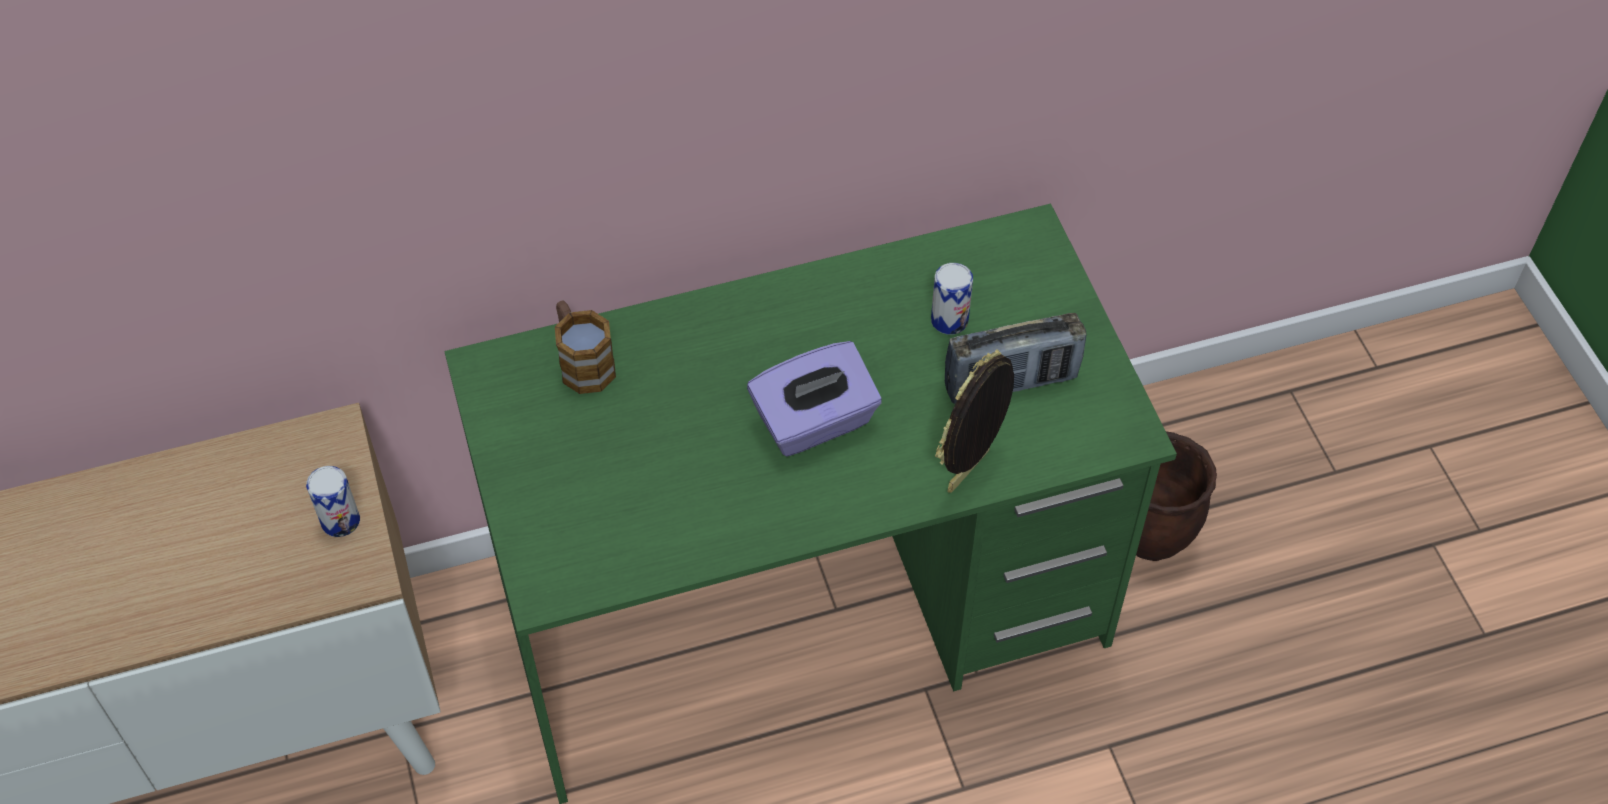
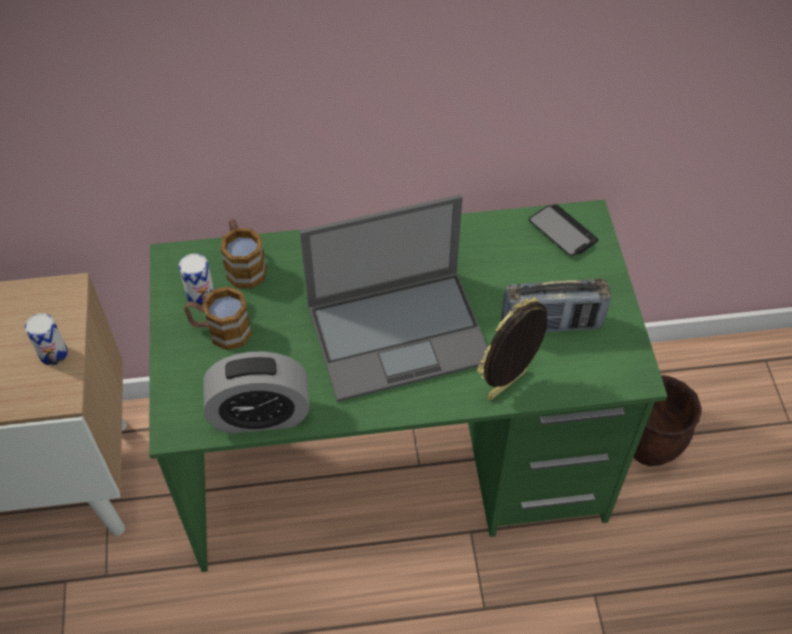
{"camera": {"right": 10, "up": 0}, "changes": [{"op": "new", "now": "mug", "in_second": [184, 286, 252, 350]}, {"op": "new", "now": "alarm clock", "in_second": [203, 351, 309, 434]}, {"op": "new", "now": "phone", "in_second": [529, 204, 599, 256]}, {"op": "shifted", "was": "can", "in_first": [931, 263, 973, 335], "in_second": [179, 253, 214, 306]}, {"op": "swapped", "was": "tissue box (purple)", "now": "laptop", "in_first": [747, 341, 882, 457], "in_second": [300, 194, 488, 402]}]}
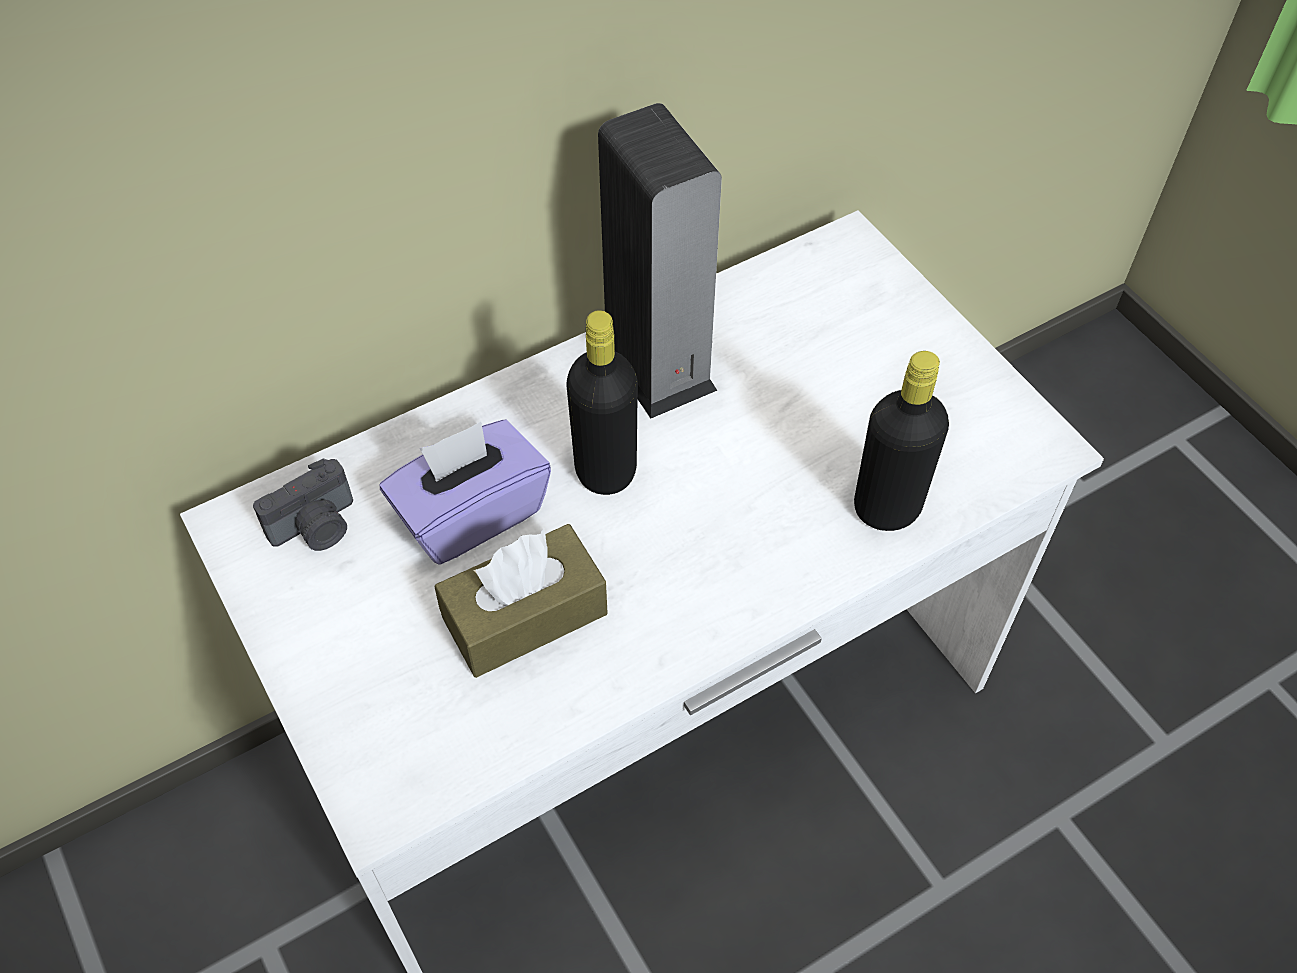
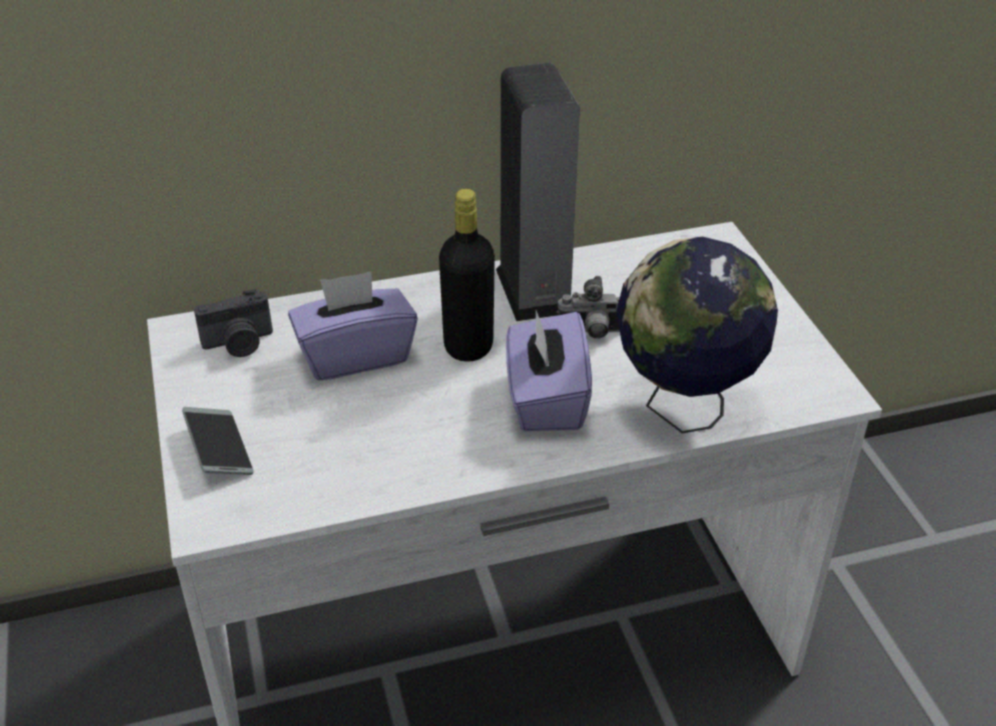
{"camera": {"right": 15, "up": -15}, "changes": [{"op": "gone", "was": "tissue box (brown)", "in_first": [434, 524, 608, 678]}, {"op": "new", "now": "phone", "in_second": [182, 407, 254, 475]}, {"op": "new", "now": "tissue box (purple)", "in_second": [506, 310, 592, 431]}, {"op": "new", "now": "photo camera", "in_second": [557, 276, 620, 339]}, {"op": "swapped", "was": "bottle (black)", "now": "globe", "in_first": [854, 351, 949, 531], "in_second": [616, 237, 778, 433]}]}
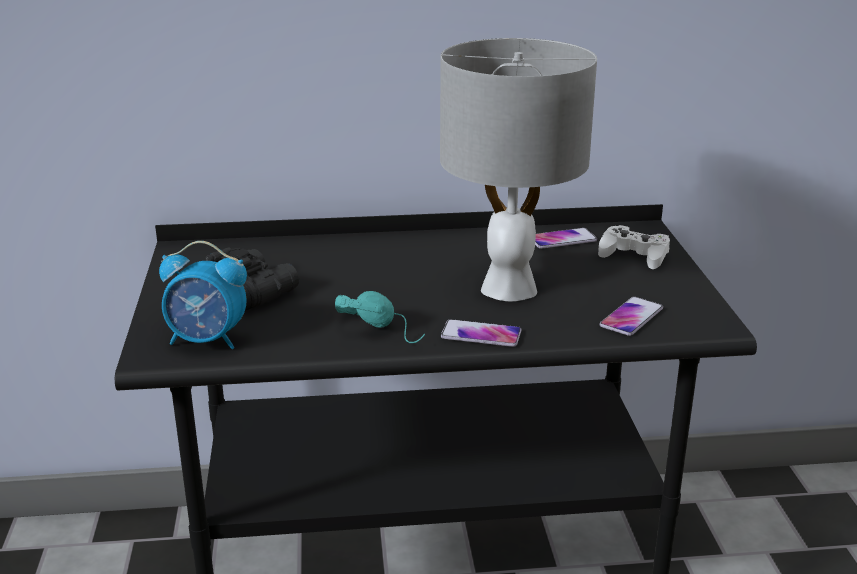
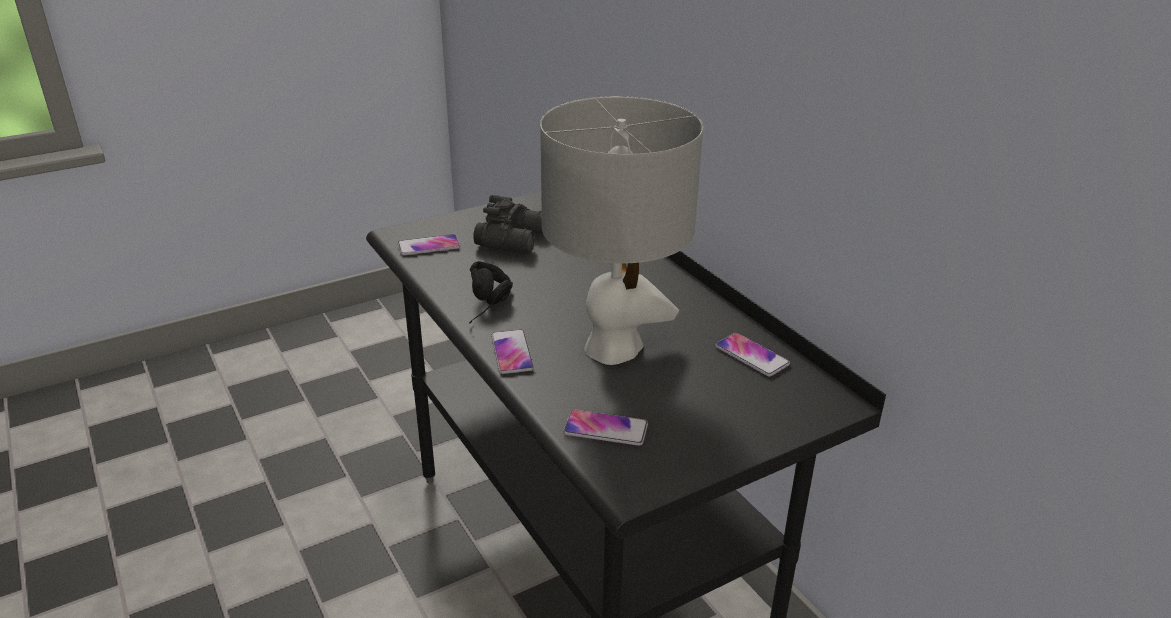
{"camera": {"right": 65, "up": 5}, "changes": [{"op": "gone", "was": "game controller (white)", "in_first": [598, 225, 670, 269]}, {"op": "swapped", "was": "alarm clock", "now": "phone", "in_first": [159, 241, 247, 349], "in_second": [398, 234, 460, 255]}, {"op": "repainted", "was": "headphones (turquoise)", "now": "headphones (black)", "in_first": [335, 291, 425, 343], "in_second": [469, 261, 513, 324]}]}
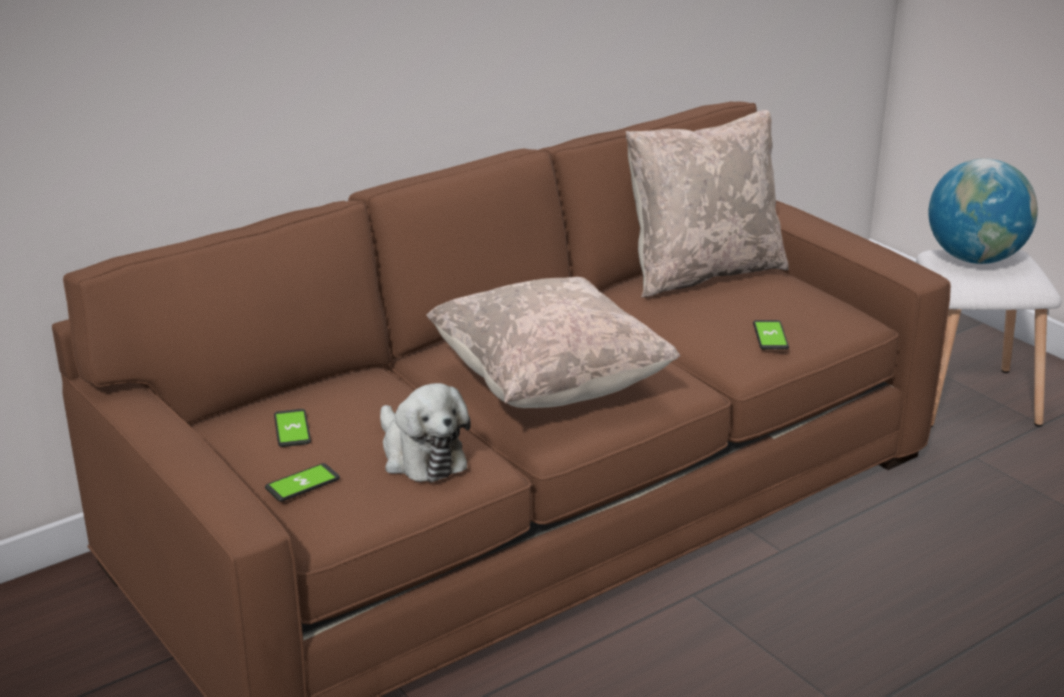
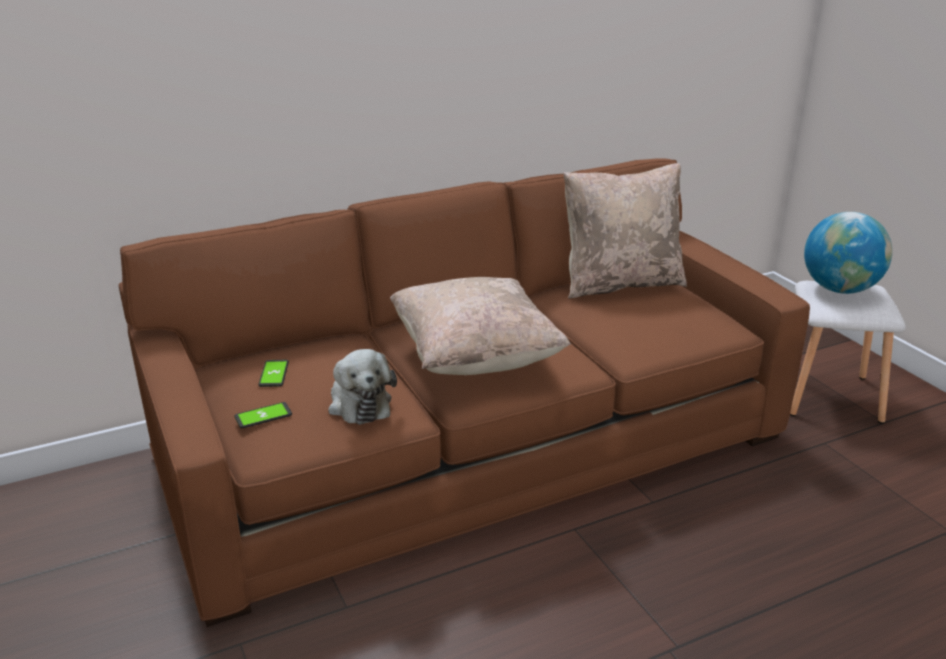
{"camera": {"right": 10, "up": 0}, "changes": [{"op": "gone", "was": "phone", "in_first": [753, 320, 789, 350]}]}
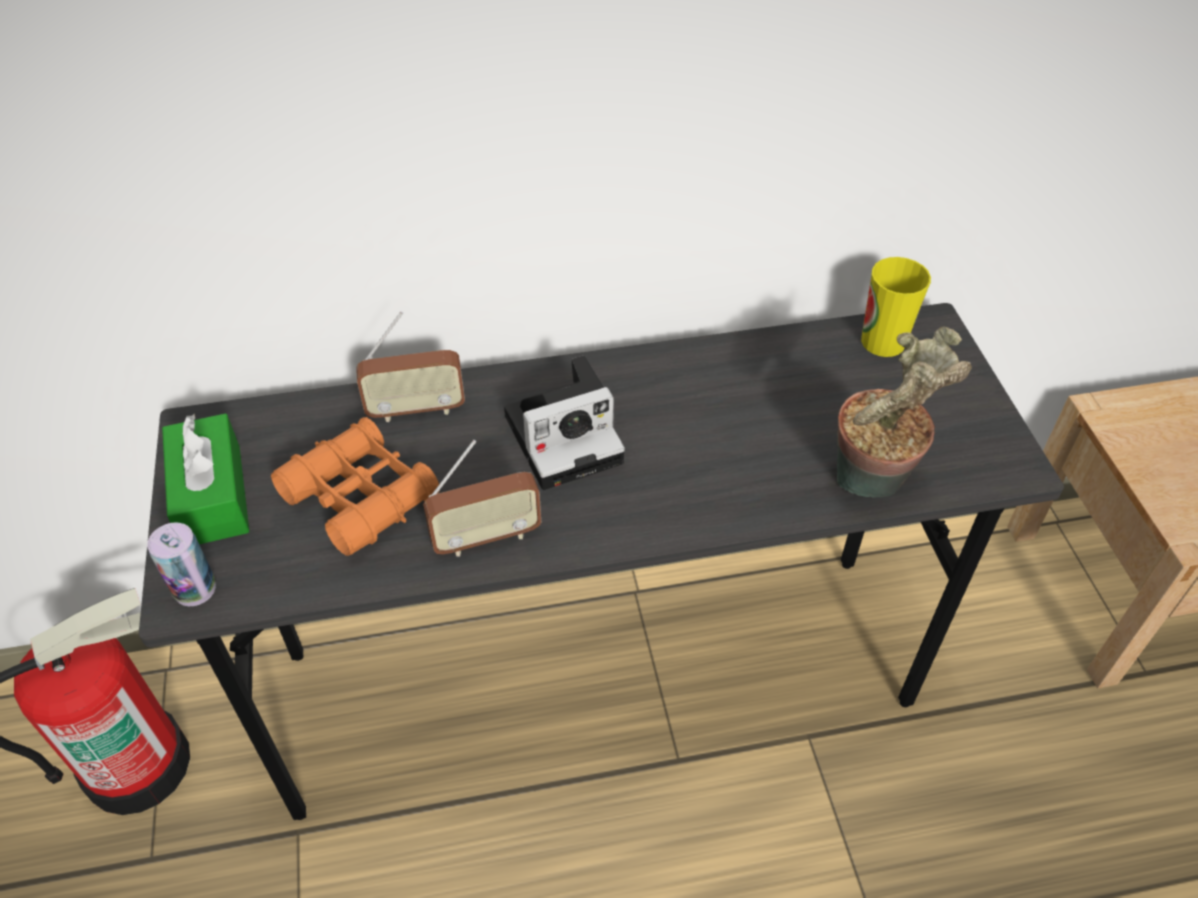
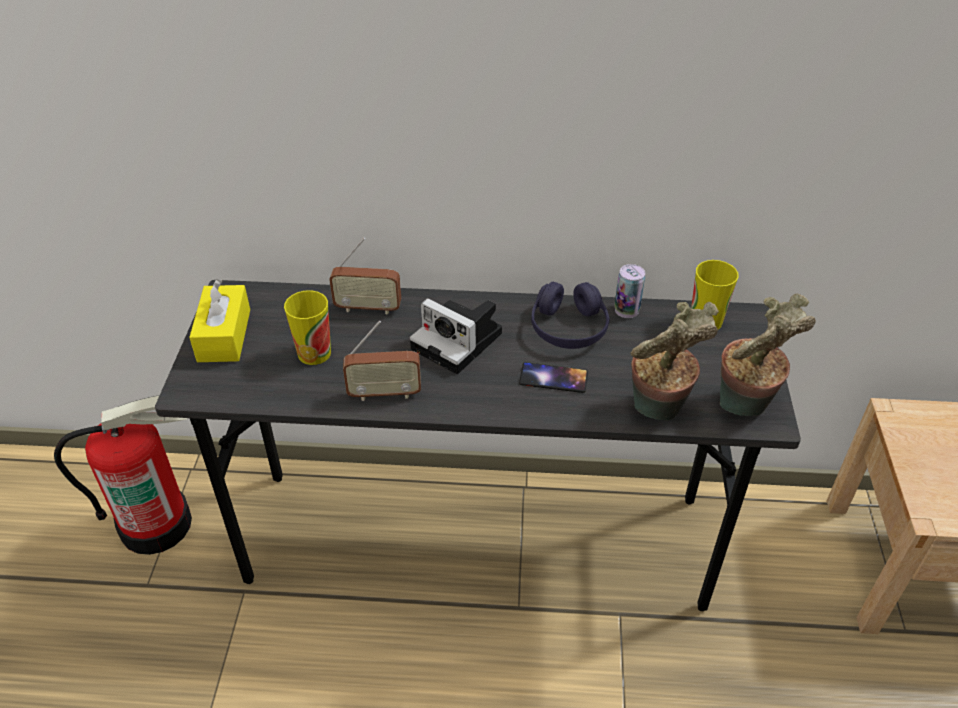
{"camera": {"right": 15, "up": -5}, "changes": [{"op": "new", "now": "phone", "in_second": [519, 362, 588, 393]}, {"op": "new", "now": "headphones (purple)", "in_second": [531, 282, 610, 349]}, {"op": "new", "now": "potted plant", "in_second": [720, 294, 816, 416]}, {"op": "shifted", "was": "can", "in_first": [147, 523, 216, 606], "in_second": [614, 264, 645, 318]}, {"op": "swapped", "was": "binoculars (orange)", "now": "cup", "in_first": [271, 417, 440, 556], "in_second": [284, 290, 331, 365]}, {"op": "repainted", "was": "tissue box (green)", "now": "tissue box (yellow)", "in_first": [162, 414, 249, 544], "in_second": [189, 279, 250, 362]}, {"op": "rotated", "was": "photo camera", "in_first": [504, 356, 625, 490], "in_second": [410, 298, 502, 374], "clockwise": 45}]}
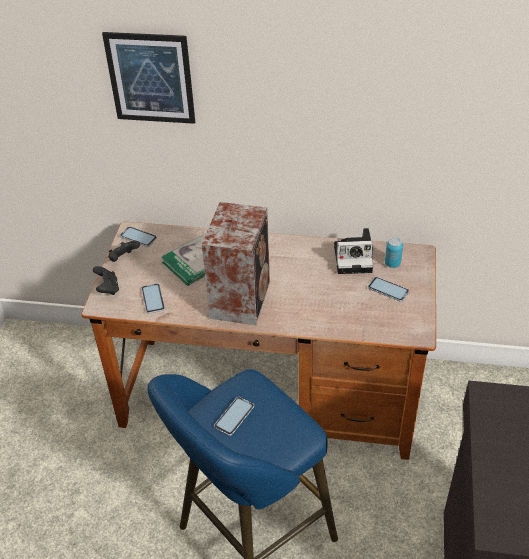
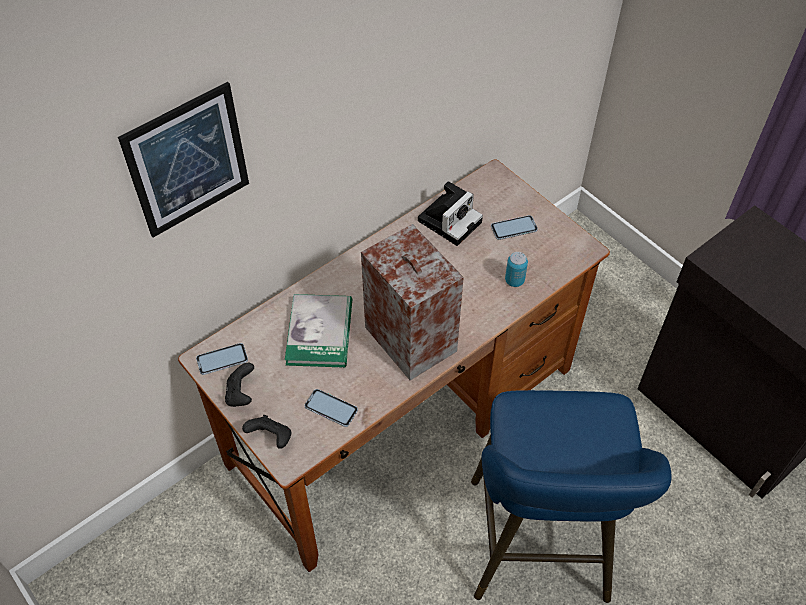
{"camera": {"right": -50, "up": 10}, "changes": [{"op": "gone", "was": "phone", "in_first": [214, 397, 254, 436]}, {"op": "shifted", "was": "can", "in_first": [385, 237, 403, 268], "in_second": [505, 252, 528, 287]}]}
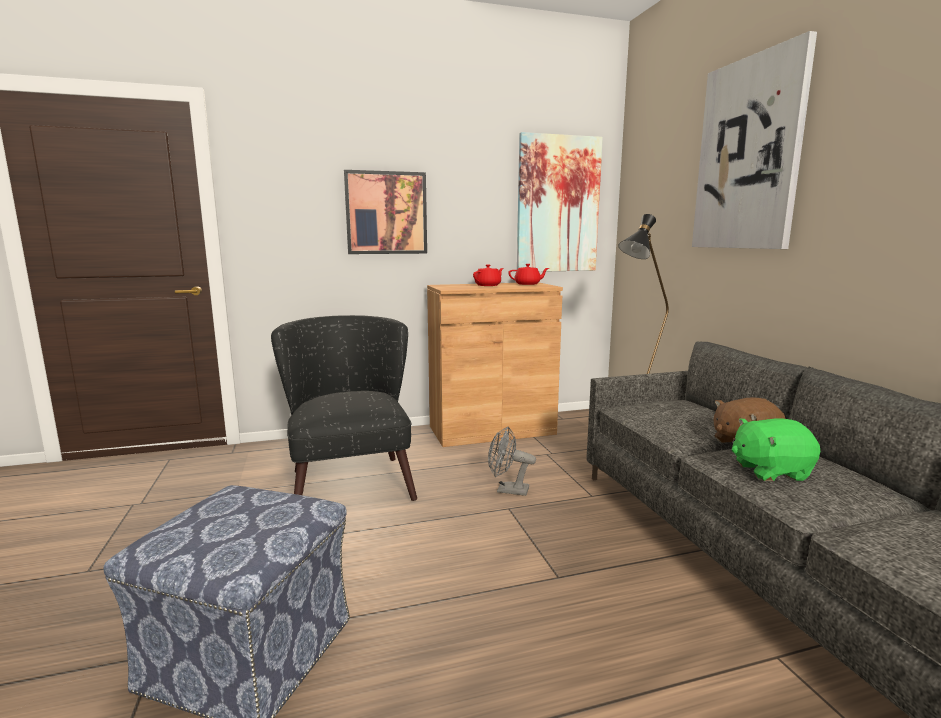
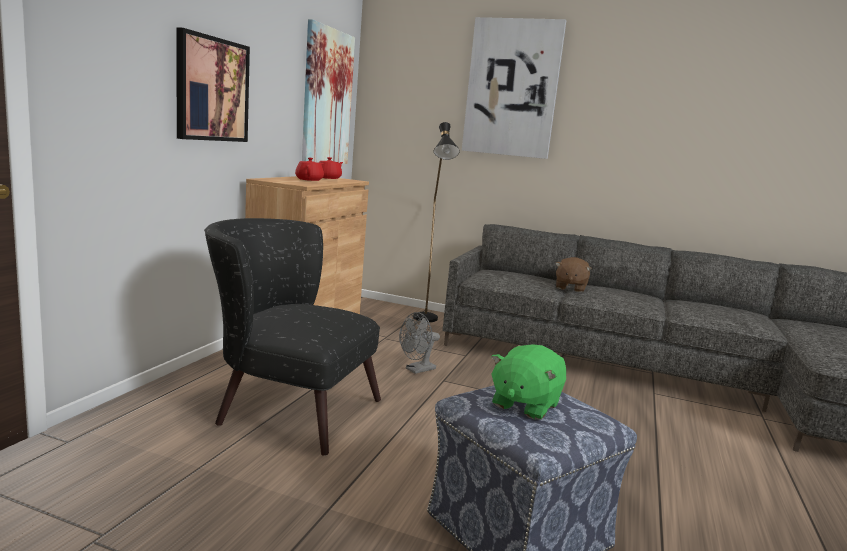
{"camera": {"right": -55, "up": 0}, "changes": [{"op": "shifted", "was": "plush toy (green)", "in_first": [732, 418, 820, 481], "in_second": [491, 344, 566, 420]}]}
